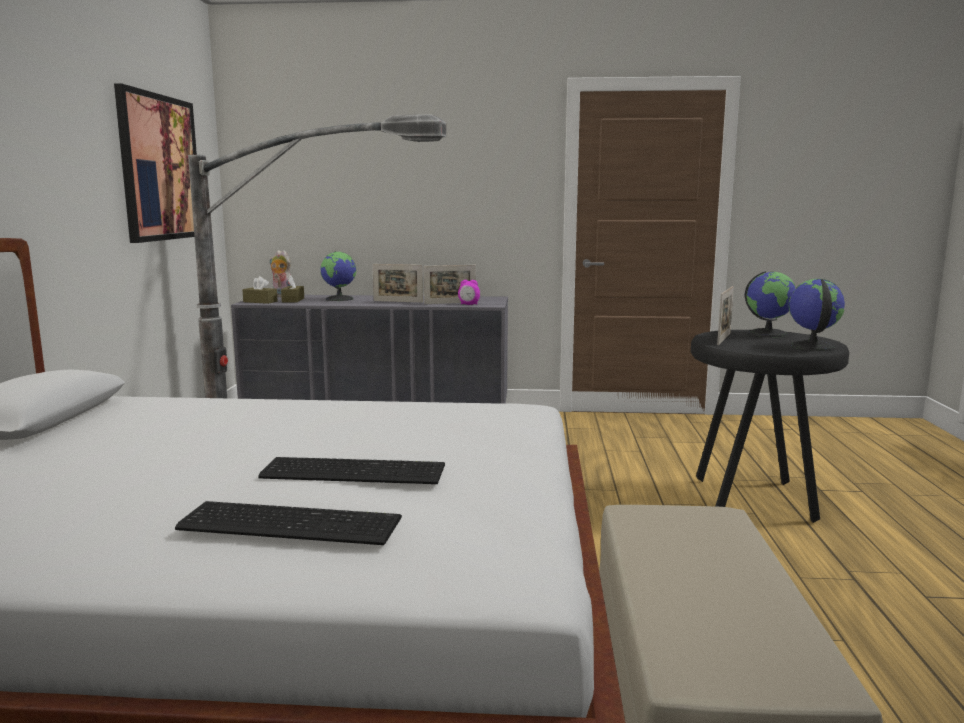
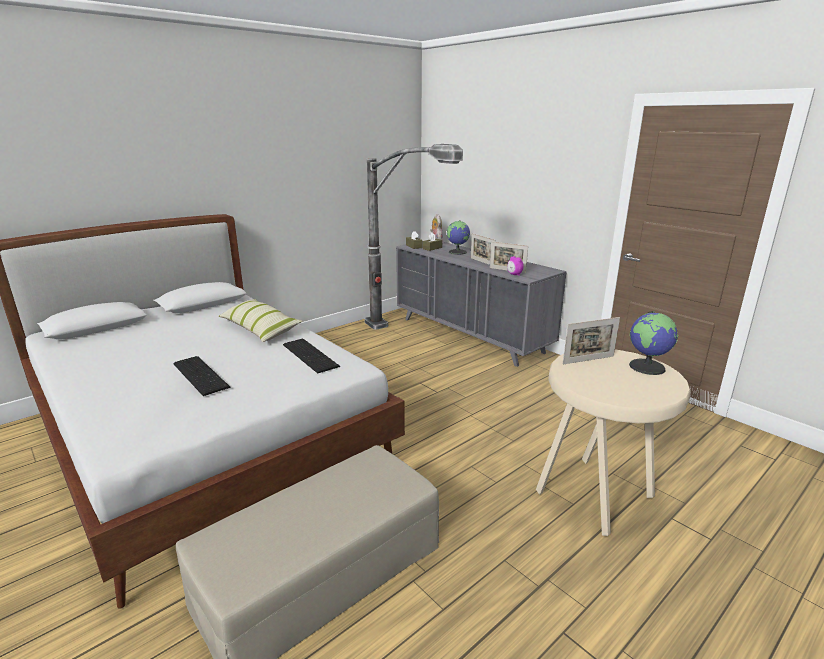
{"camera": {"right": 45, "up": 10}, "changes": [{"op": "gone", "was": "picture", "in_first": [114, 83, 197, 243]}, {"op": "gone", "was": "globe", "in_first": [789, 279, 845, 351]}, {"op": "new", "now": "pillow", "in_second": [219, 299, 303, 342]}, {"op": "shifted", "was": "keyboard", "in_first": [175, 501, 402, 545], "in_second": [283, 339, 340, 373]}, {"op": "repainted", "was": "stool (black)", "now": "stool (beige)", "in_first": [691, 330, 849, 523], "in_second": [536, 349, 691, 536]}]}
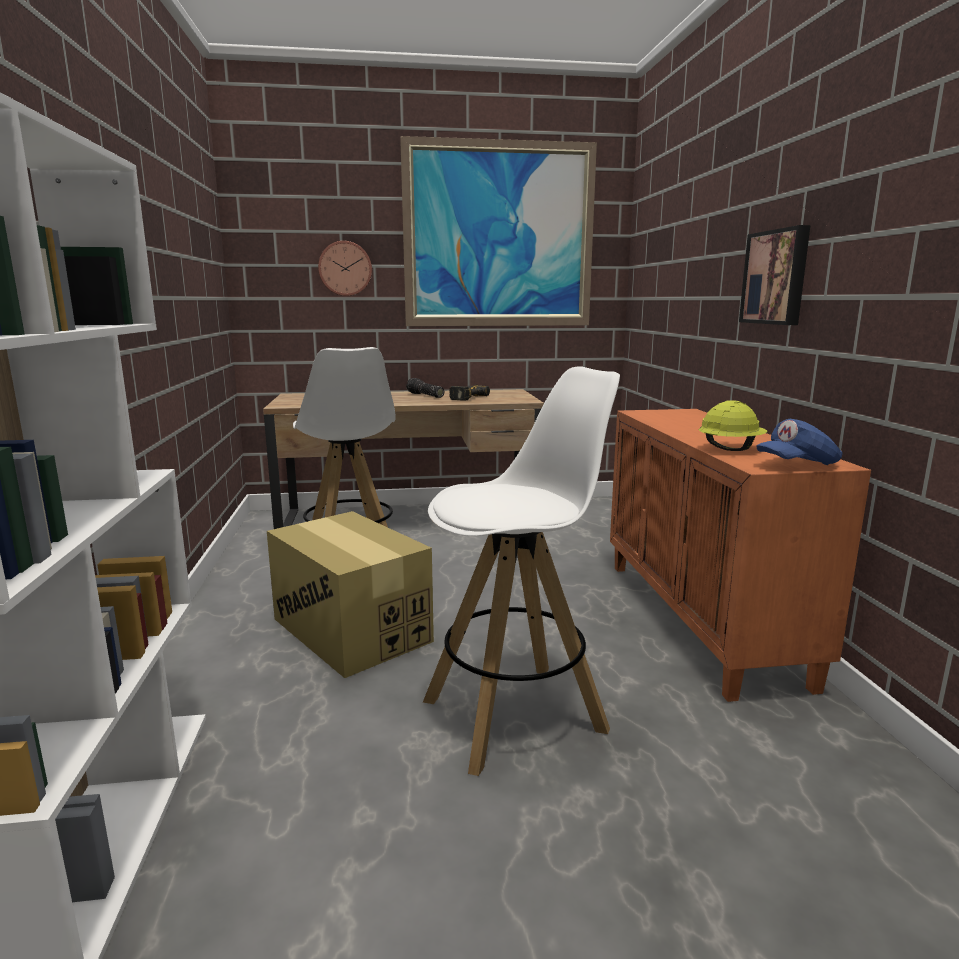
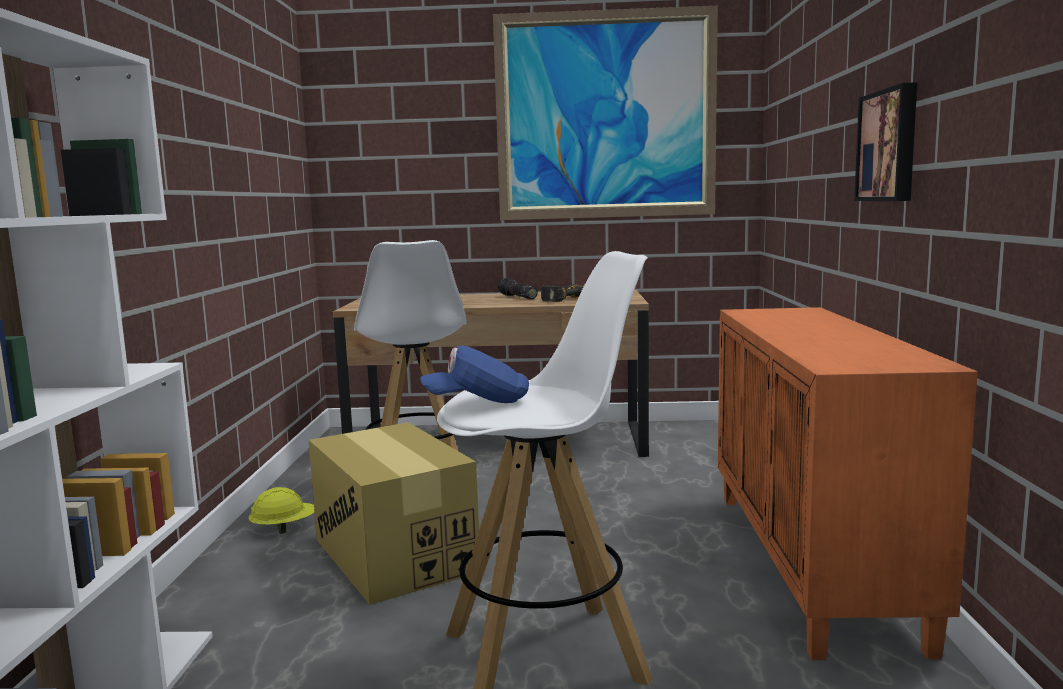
{"camera": {"right": 10, "up": -5}, "changes": [{"op": "gone", "was": "wall clock", "in_first": [318, 241, 372, 296]}, {"op": "shifted", "was": "hard hat (yellow)", "in_first": [699, 400, 767, 451], "in_second": [249, 487, 314, 534]}, {"op": "shifted", "was": "cap (blue)", "in_first": [756, 419, 843, 465], "in_second": [420, 345, 529, 403]}]}
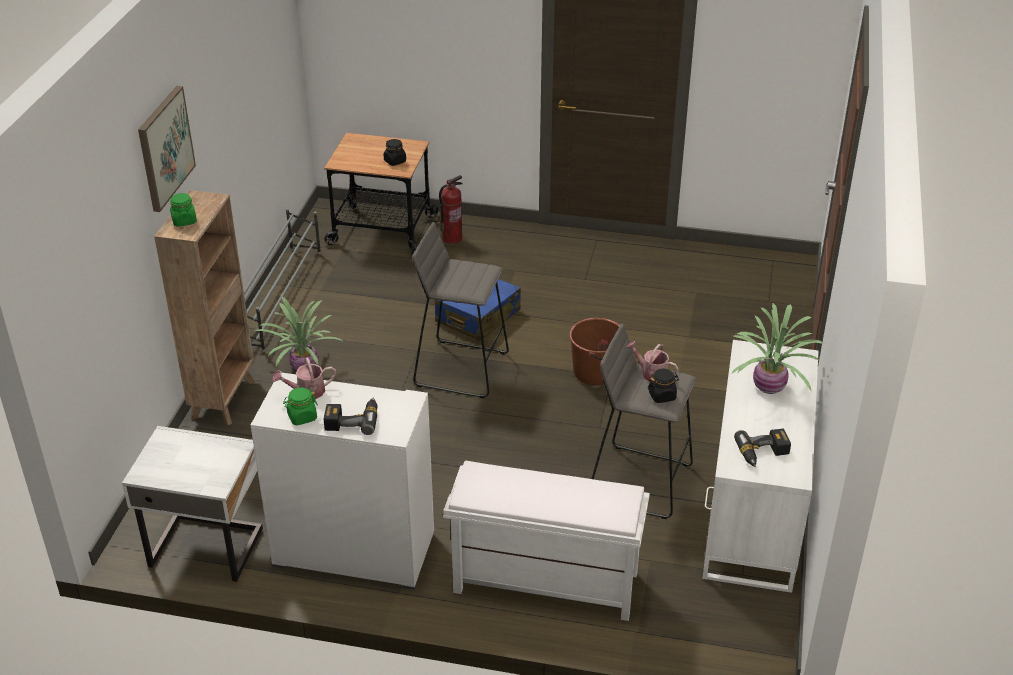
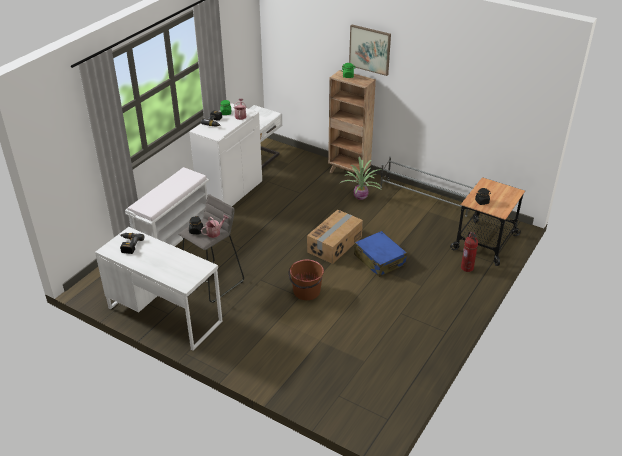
{"camera": {"right": 110, "up": 0}, "changes": [{"op": "gone", "was": "potted plant", "in_first": [731, 303, 823, 394]}, {"op": "swapped", "was": "stool (grey)", "now": "cardboard box", "in_first": [412, 222, 509, 398], "in_second": [307, 210, 363, 264]}]}
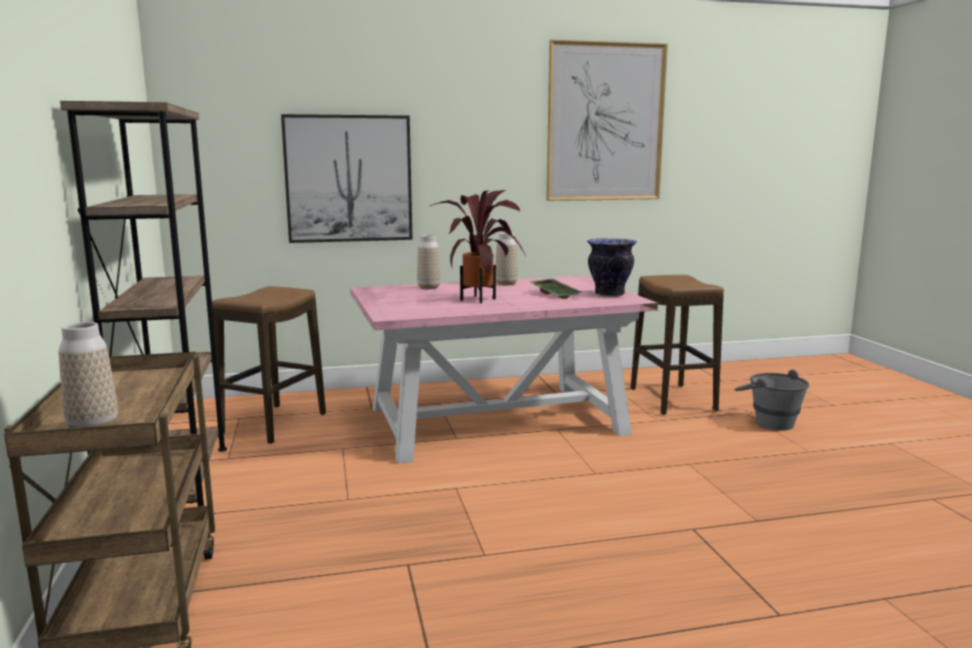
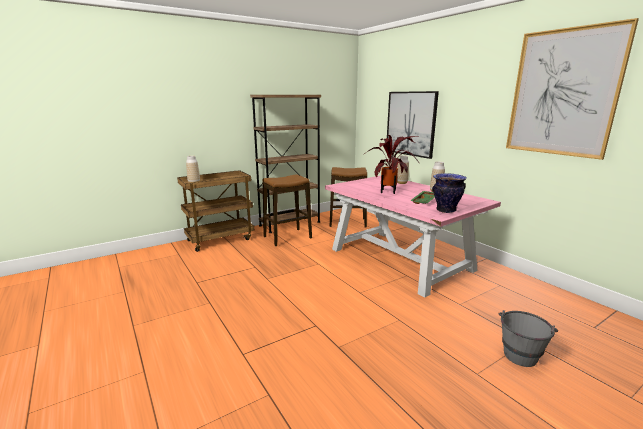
{"camera": {"right": 70, "up": 5}, "changes": [{"op": "shifted", "was": "stool", "in_first": [631, 275, 724, 415], "in_second": [263, 174, 312, 246]}]}
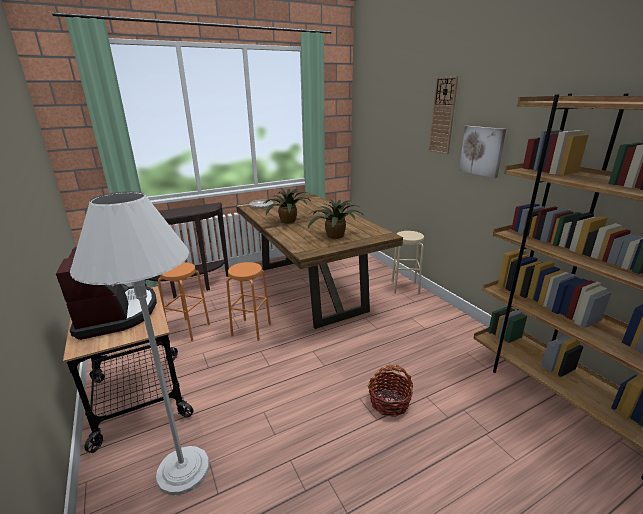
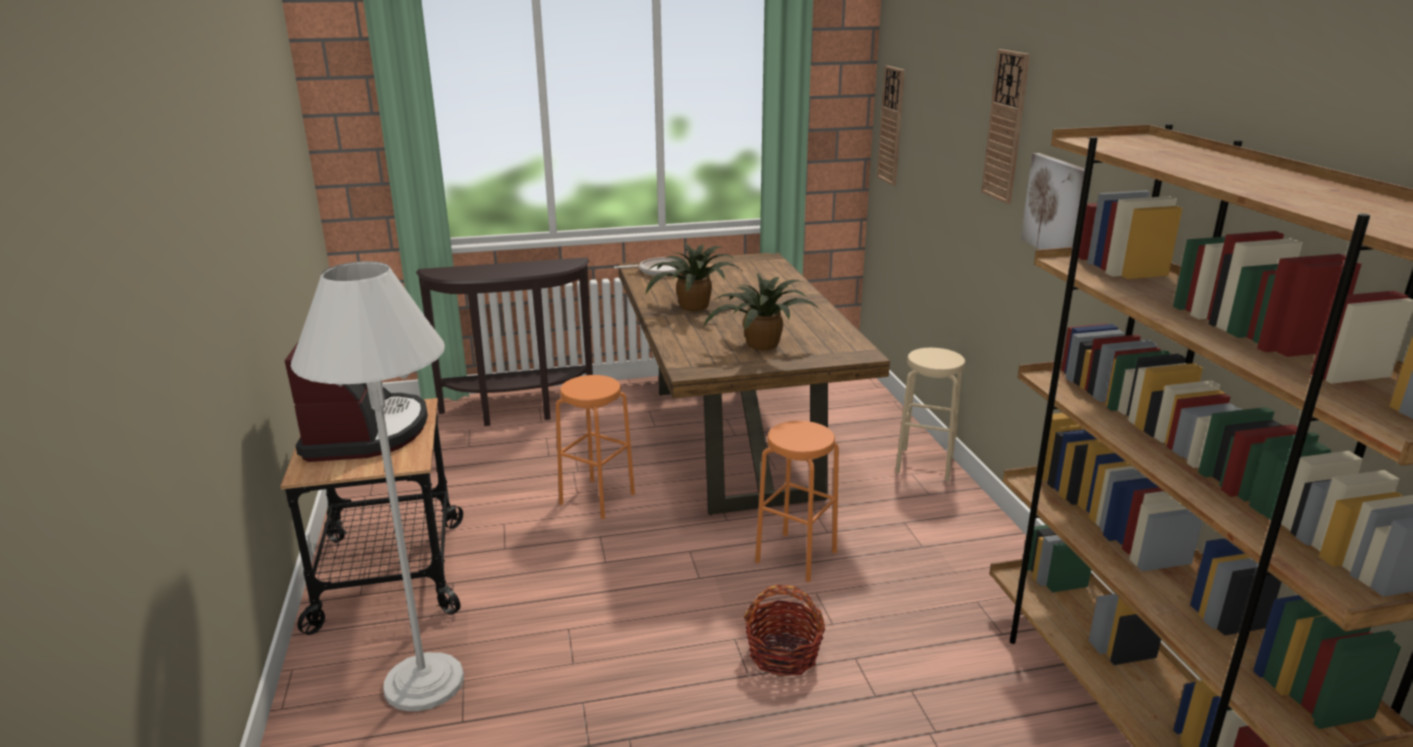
{"camera": {"right": 15, "up": 0}, "changes": [{"op": "new", "now": "wall clock", "in_second": [877, 66, 905, 186]}, {"op": "shifted", "was": "stool (orange)", "in_first": [158, 262, 210, 341], "in_second": [755, 421, 839, 582]}]}
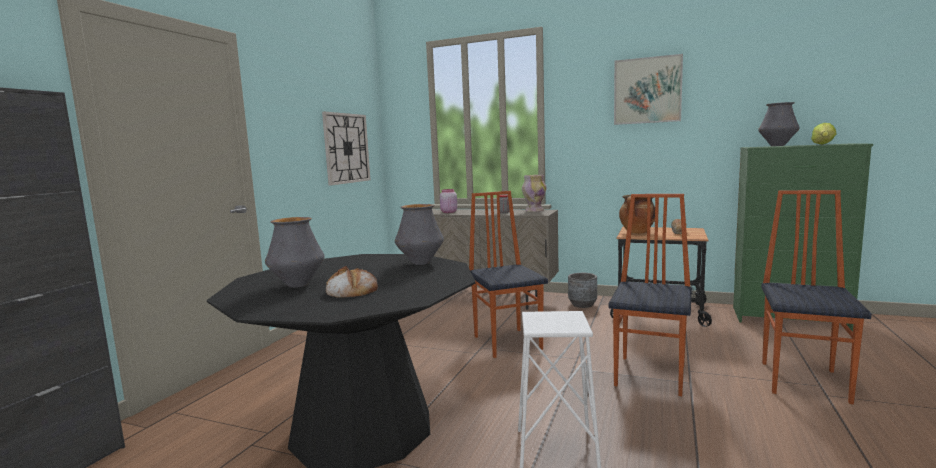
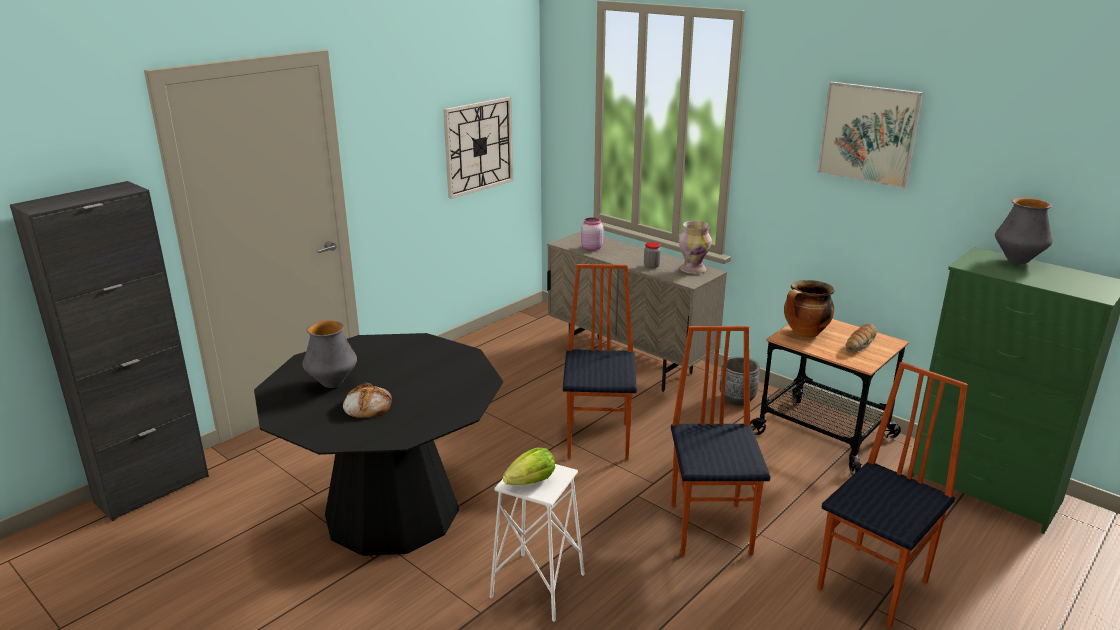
{"camera": {"right": 20, "up": 15}, "changes": [{"op": "gone", "was": "vase", "in_first": [395, 204, 444, 265]}, {"op": "shifted", "was": "lettuce", "in_first": [811, 123, 836, 144], "in_second": [503, 447, 555, 485]}, {"op": "rotated", "was": "chair", "in_first": [609, 194, 692, 396], "in_second": [671, 326, 771, 556], "clockwise": -45}]}
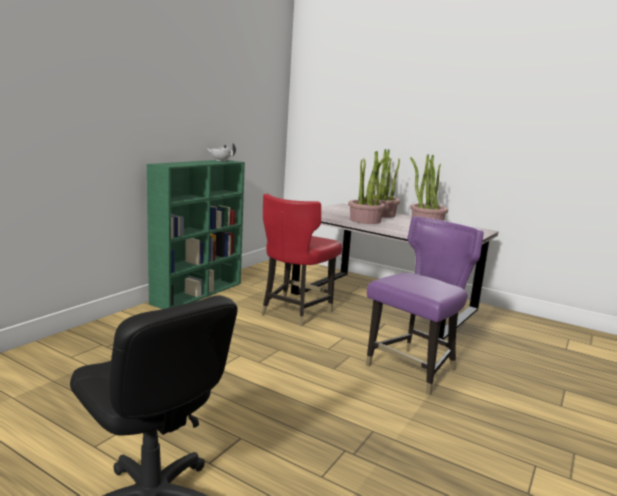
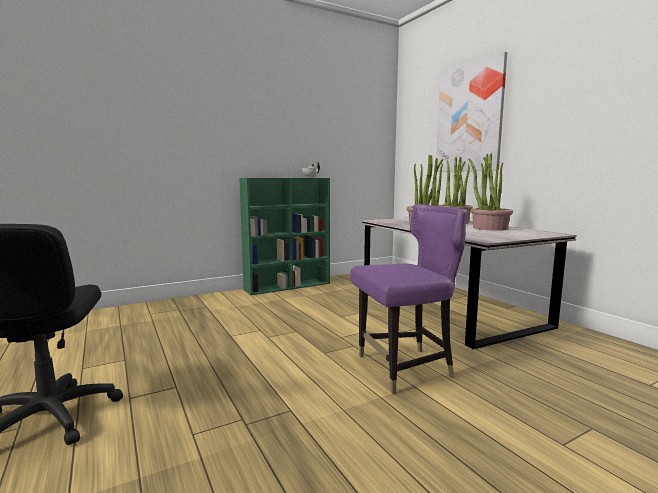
{"camera": {"right": 30, "up": -5}, "changes": [{"op": "gone", "was": "chair (red)", "in_first": [262, 194, 342, 326]}, {"op": "new", "now": "picture", "in_second": [437, 52, 507, 172]}]}
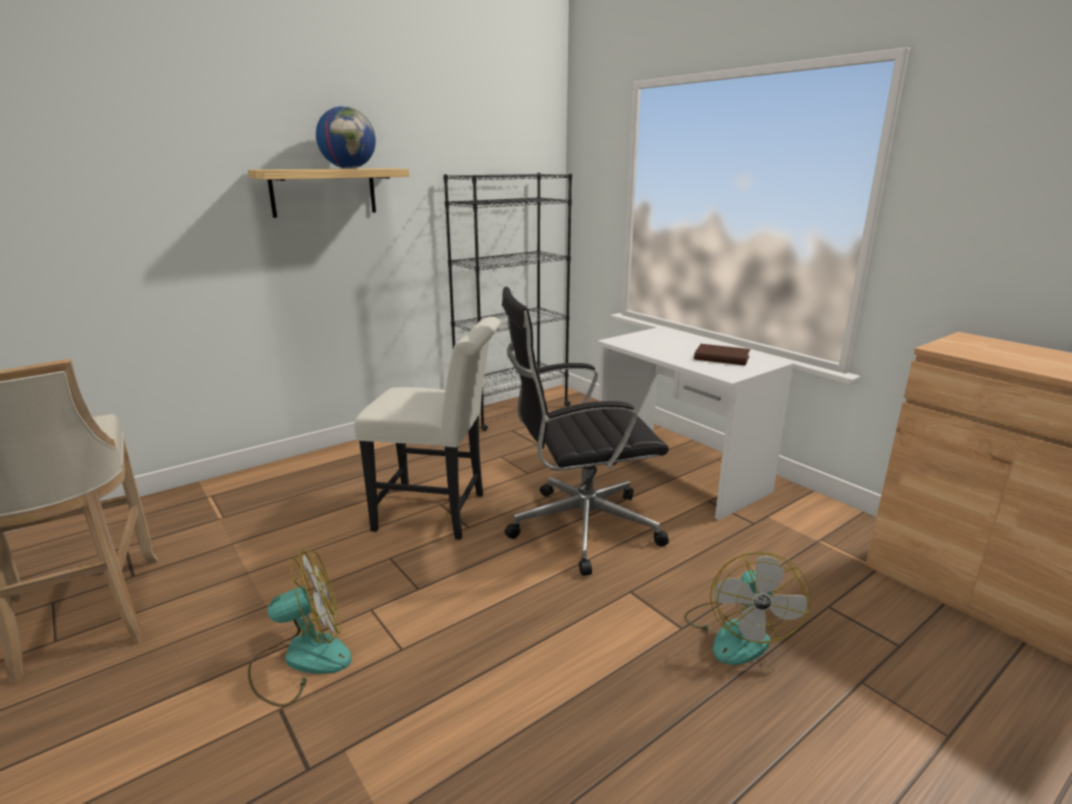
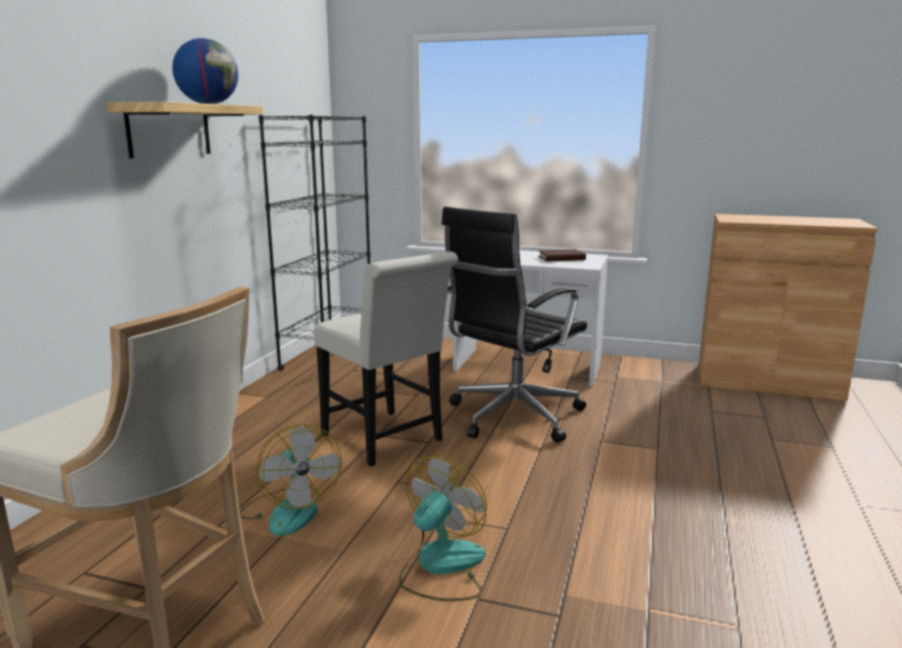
{"camera": {"right": -35, "up": -5}, "changes": [{"op": "shifted", "was": "fan", "in_first": [684, 552, 811, 665], "in_second": [240, 424, 342, 536]}, {"op": "rotated", "was": "chair (white)", "in_first": [354, 317, 501, 540], "in_second": [314, 251, 458, 466], "clockwise": 75}]}
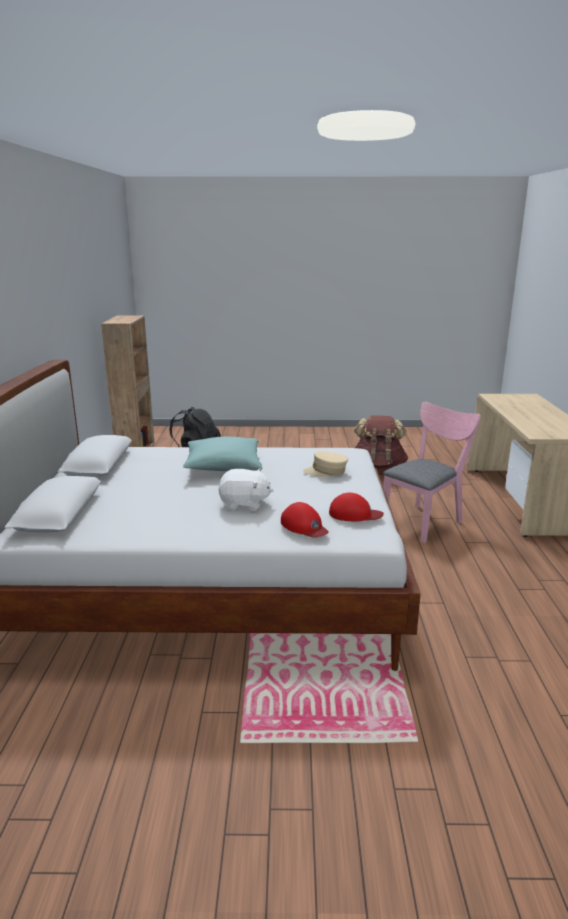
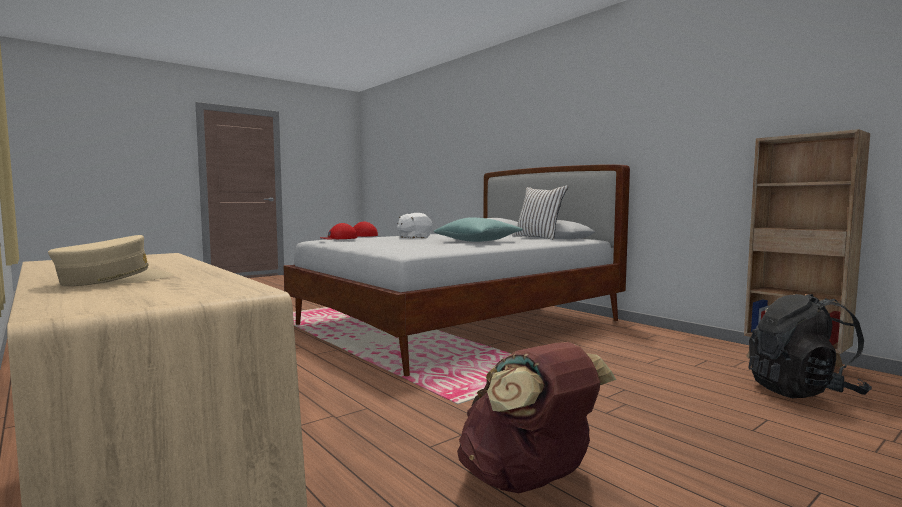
{"camera": {"right": 140, "up": -15}, "changes": [{"op": "gone", "was": "chair (pink)", "in_first": [383, 402, 481, 543]}, {"op": "new", "now": "pillow (white)", "in_second": [512, 185, 568, 240]}, {"op": "shifted", "was": "cap (beige)", "in_first": [303, 451, 348, 477], "in_second": [48, 235, 174, 286]}]}
